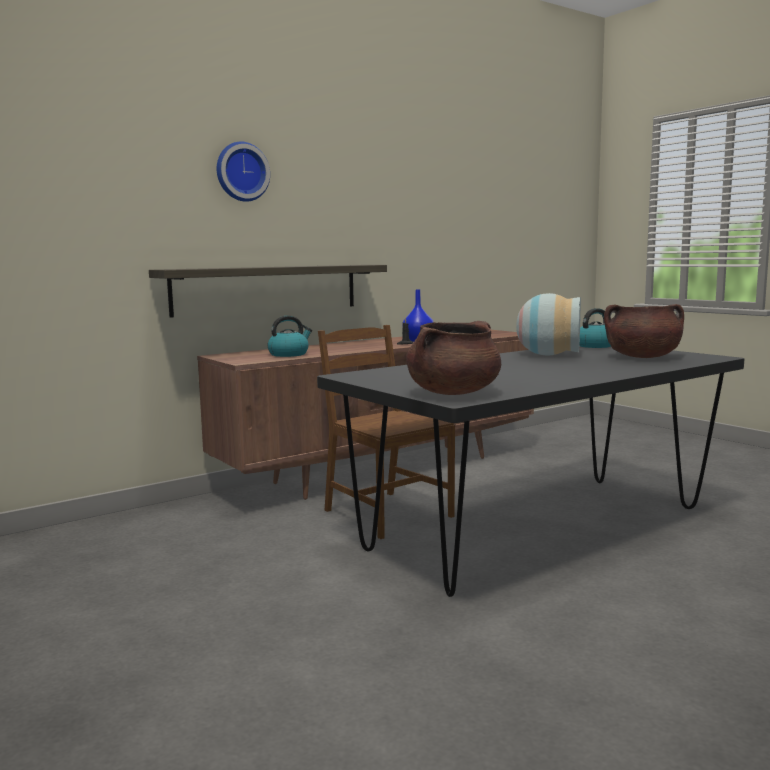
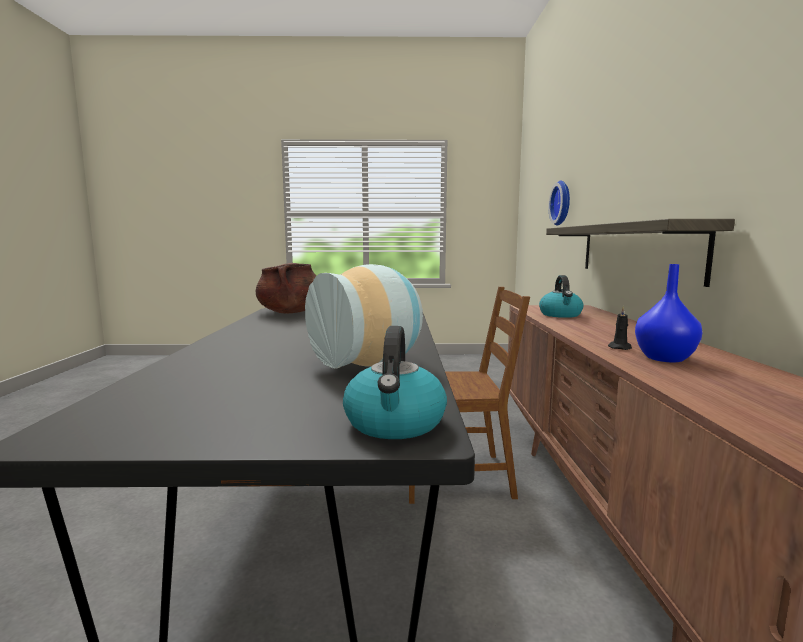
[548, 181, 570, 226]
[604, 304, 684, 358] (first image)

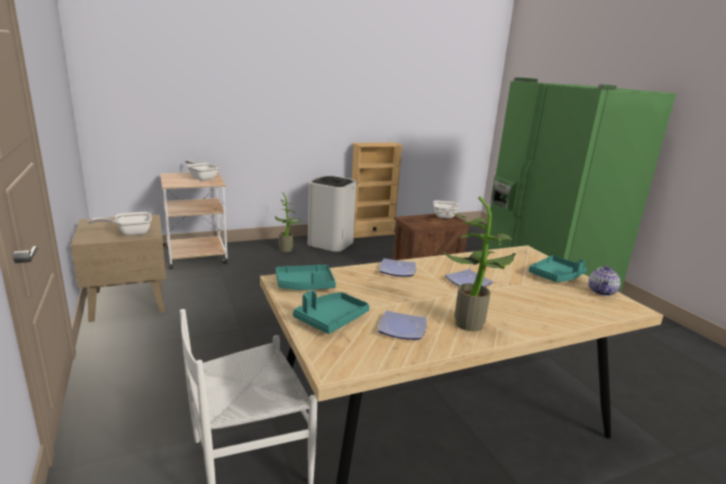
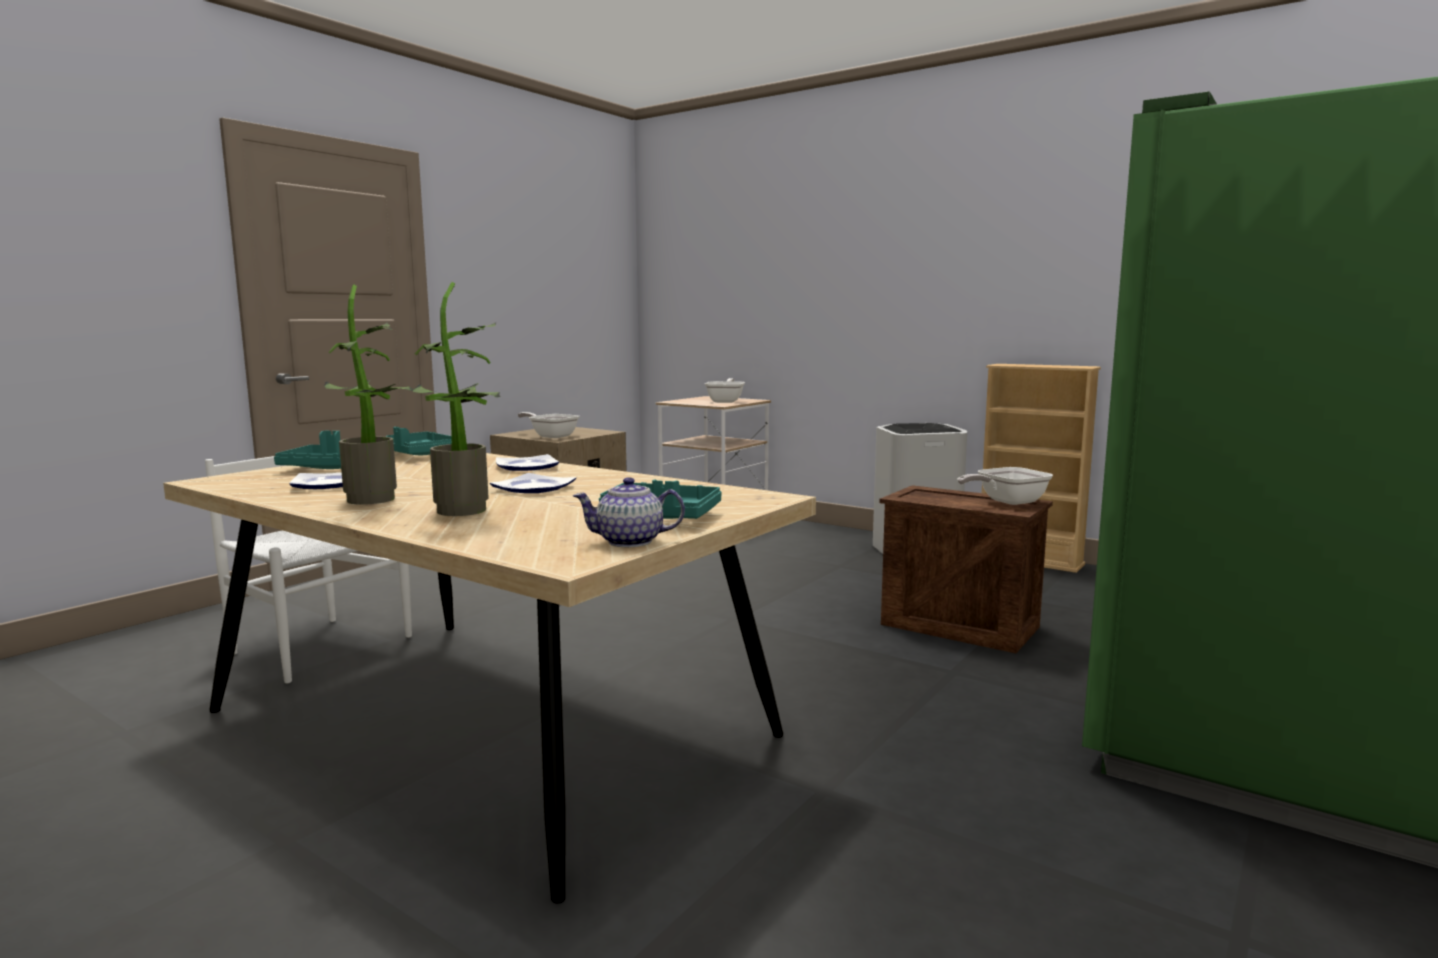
[413, 282, 501, 516]

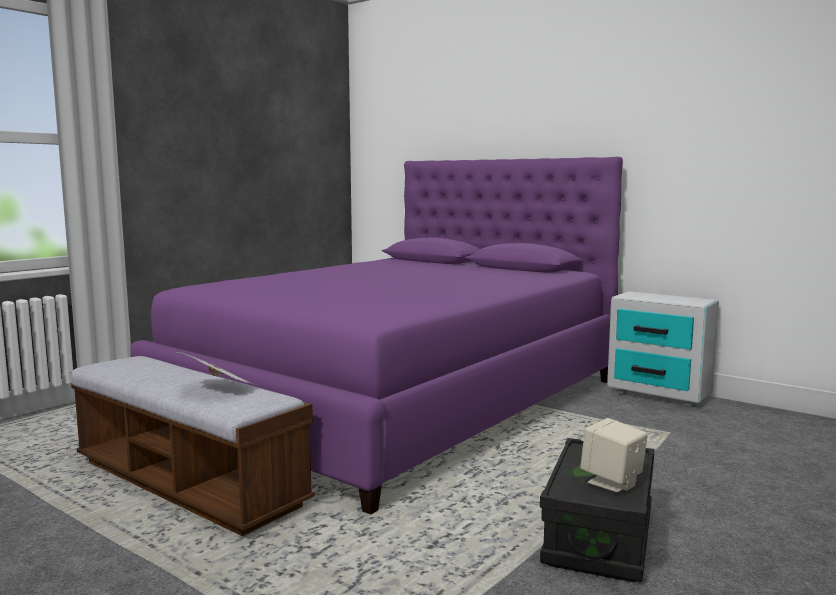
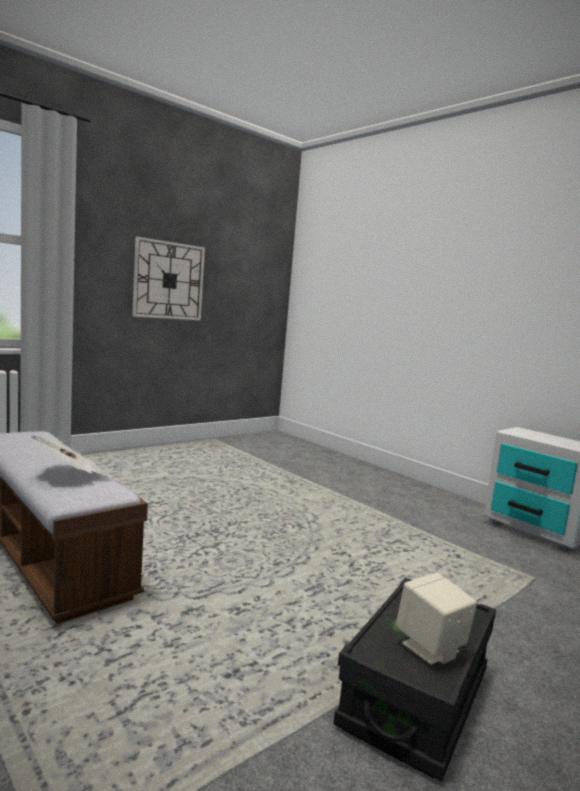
[130, 157, 623, 515] (first image)
[132, 236, 205, 320]

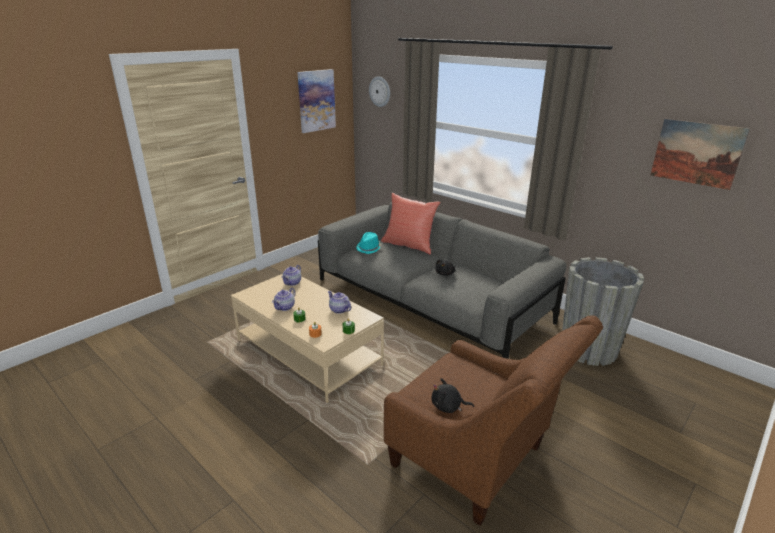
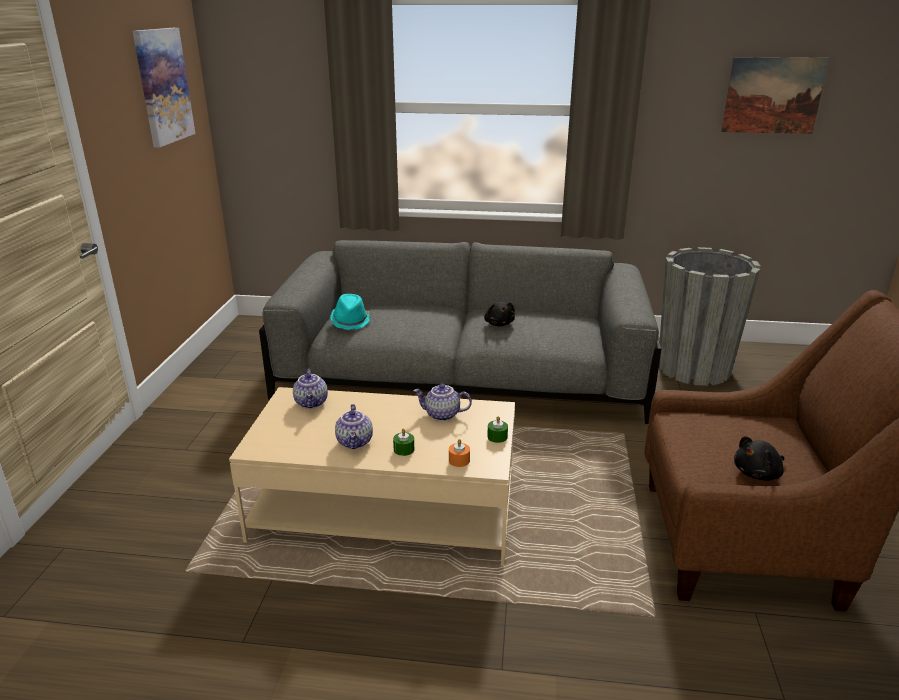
[369, 76, 390, 107] (first image)
[381, 193, 441, 254] (first image)

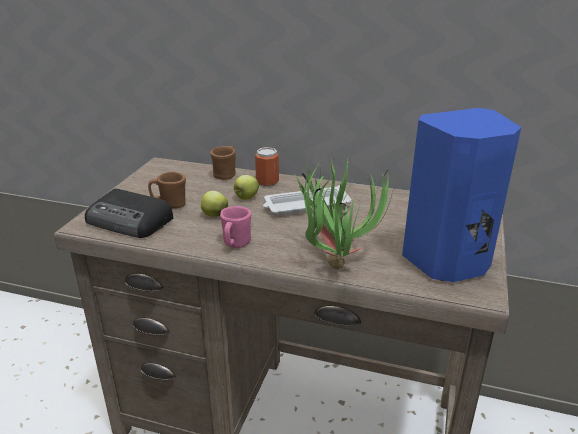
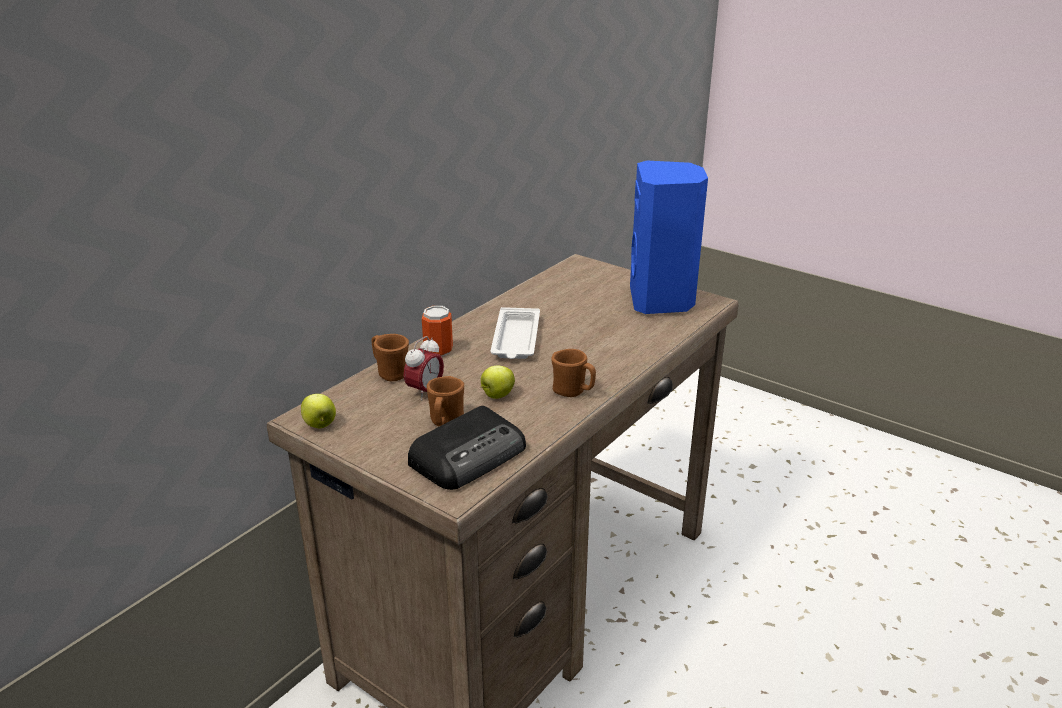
[551, 349, 596, 397]
[301, 394, 336, 428]
[294, 156, 396, 270] (first image)
[404, 336, 444, 401]

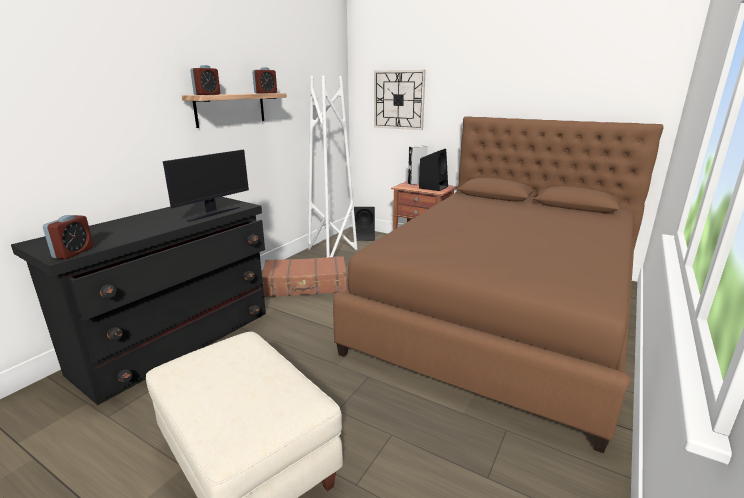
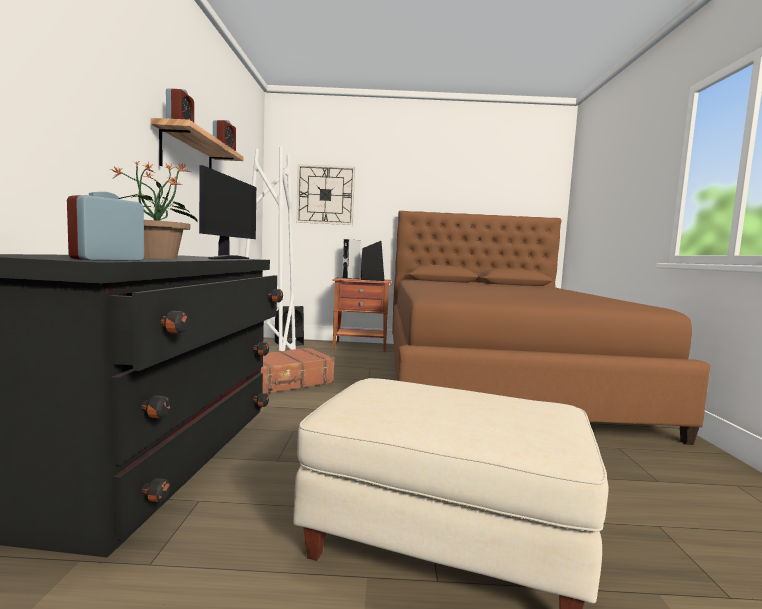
[67, 192, 144, 261]
[110, 162, 198, 259]

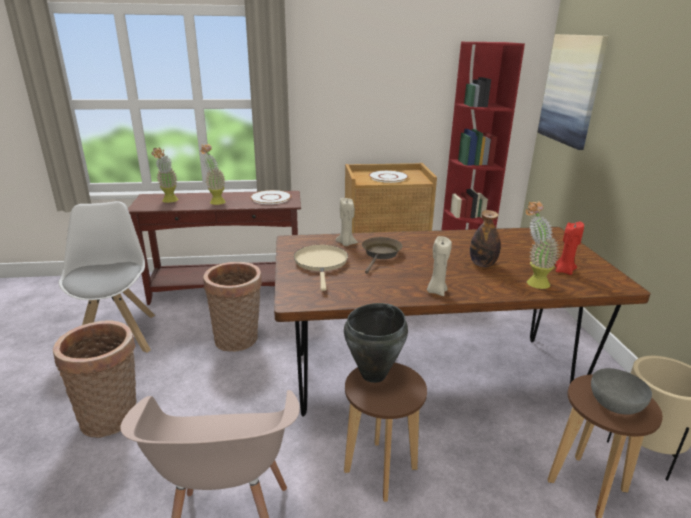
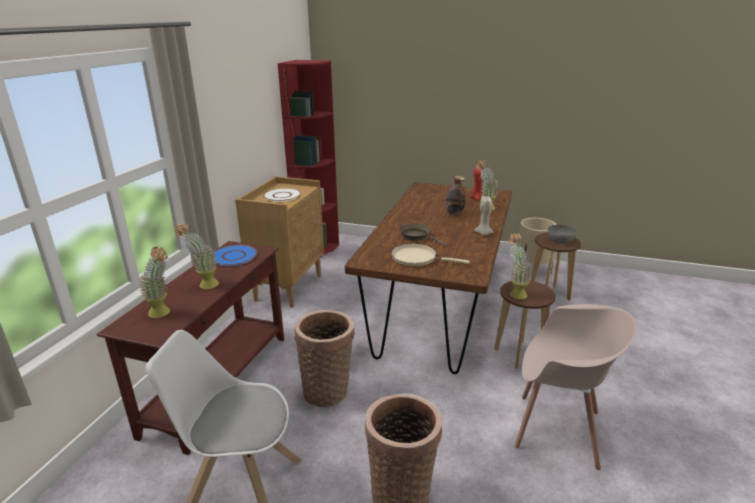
[213, 245, 257, 266]
[336, 198, 358, 246] (first image)
[508, 233, 532, 299]
[538, 34, 608, 150] (first image)

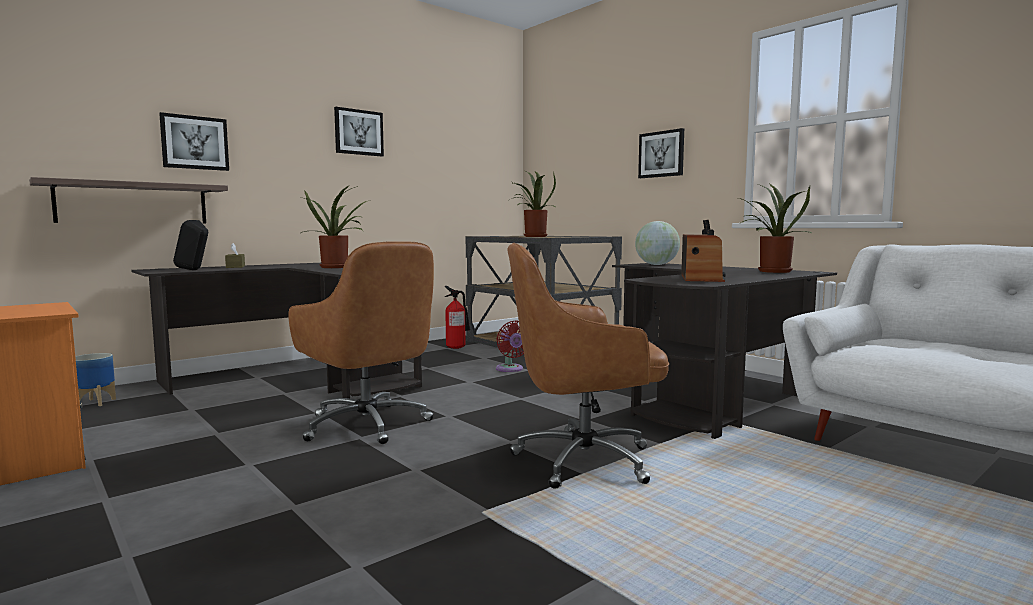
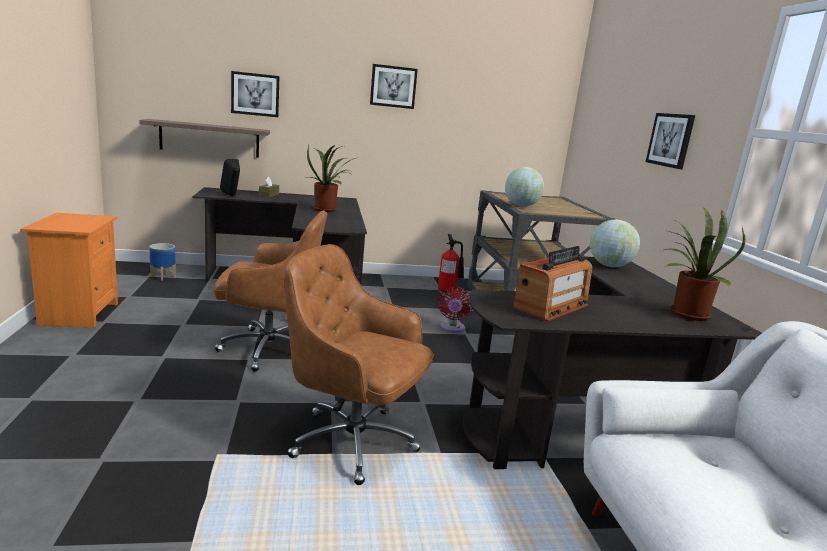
[213, 210, 327, 372]
[505, 167, 544, 207]

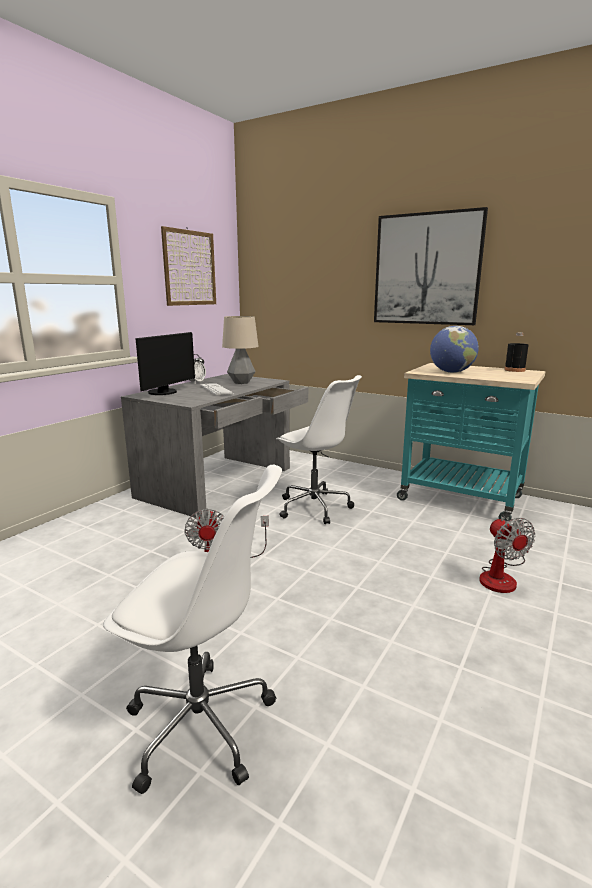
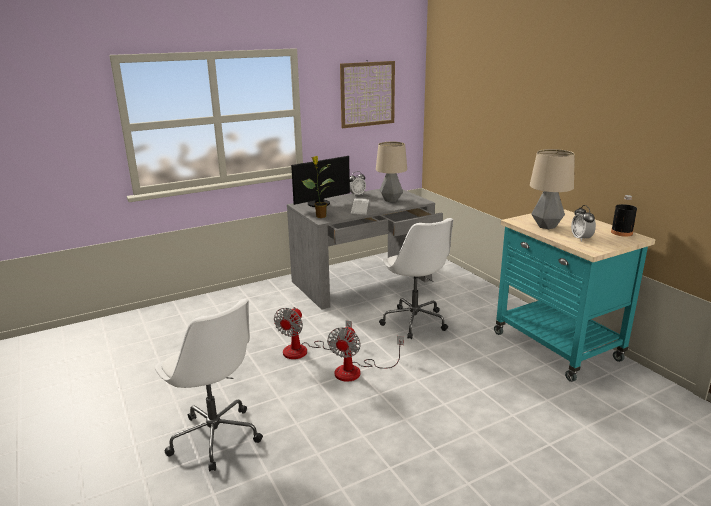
[374, 207, 488, 325] (first image)
[530, 149, 575, 229]
[327, 326, 404, 382]
[302, 156, 334, 218]
[571, 205, 596, 242]

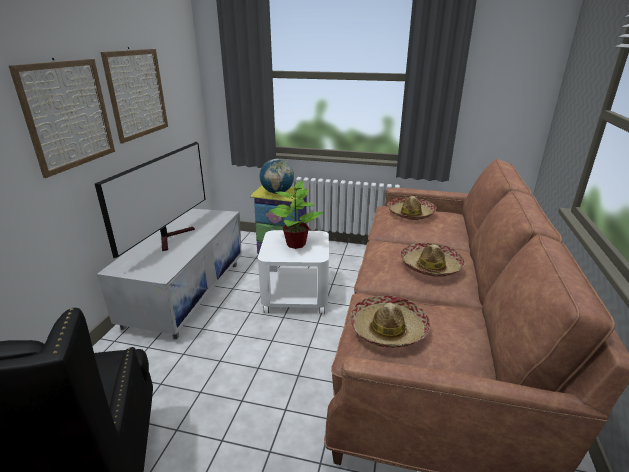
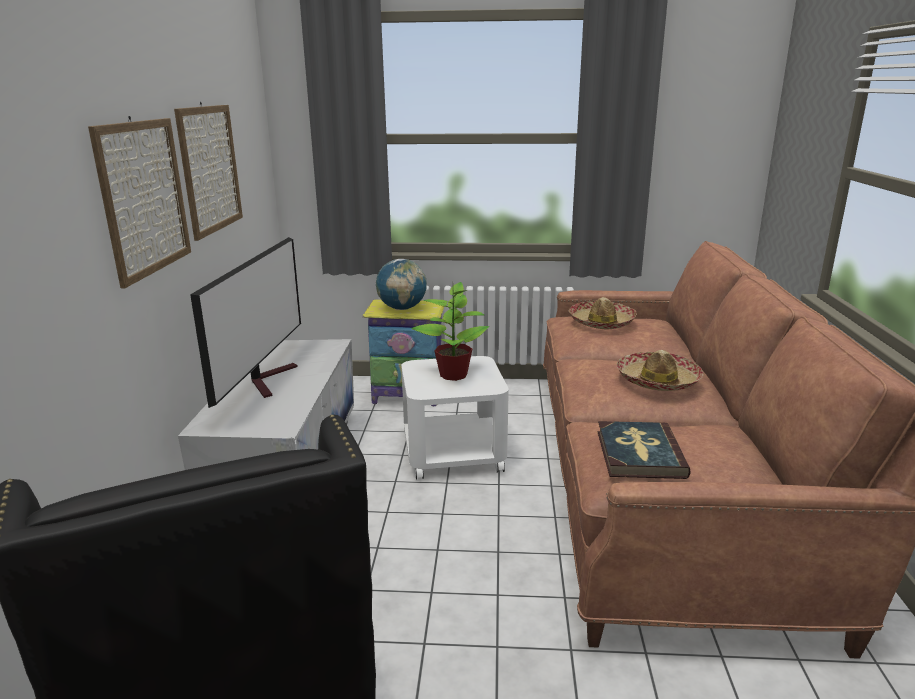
[598, 421, 691, 479]

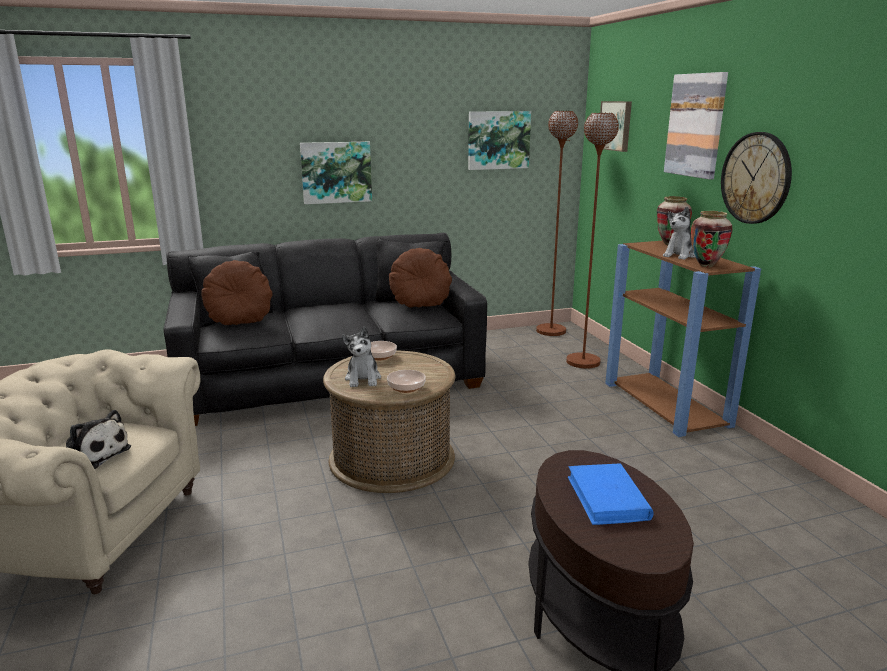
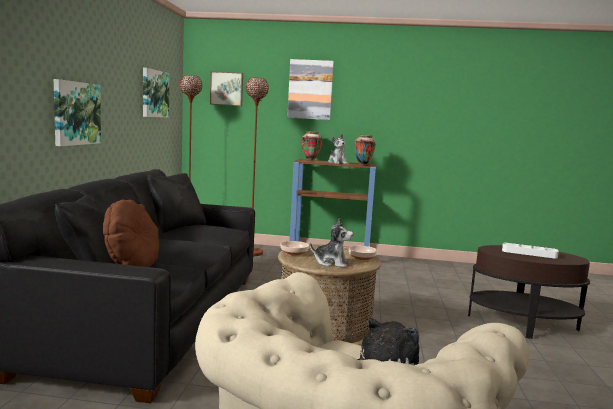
[389, 248, 452, 307] (first image)
[502, 243, 559, 259]
[721, 132, 792, 224] (first image)

